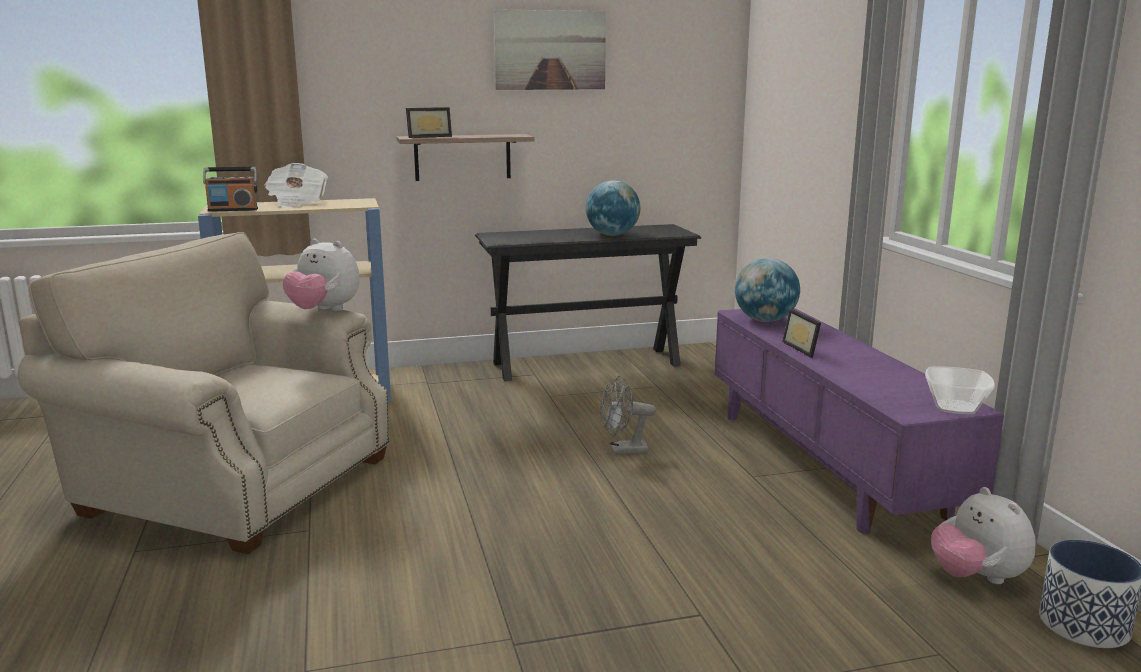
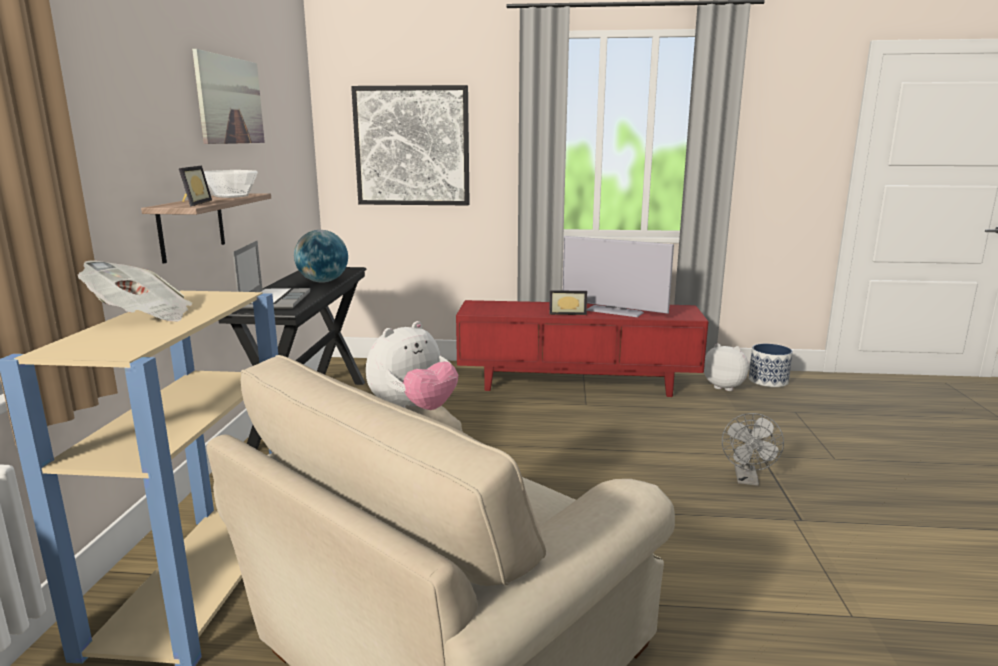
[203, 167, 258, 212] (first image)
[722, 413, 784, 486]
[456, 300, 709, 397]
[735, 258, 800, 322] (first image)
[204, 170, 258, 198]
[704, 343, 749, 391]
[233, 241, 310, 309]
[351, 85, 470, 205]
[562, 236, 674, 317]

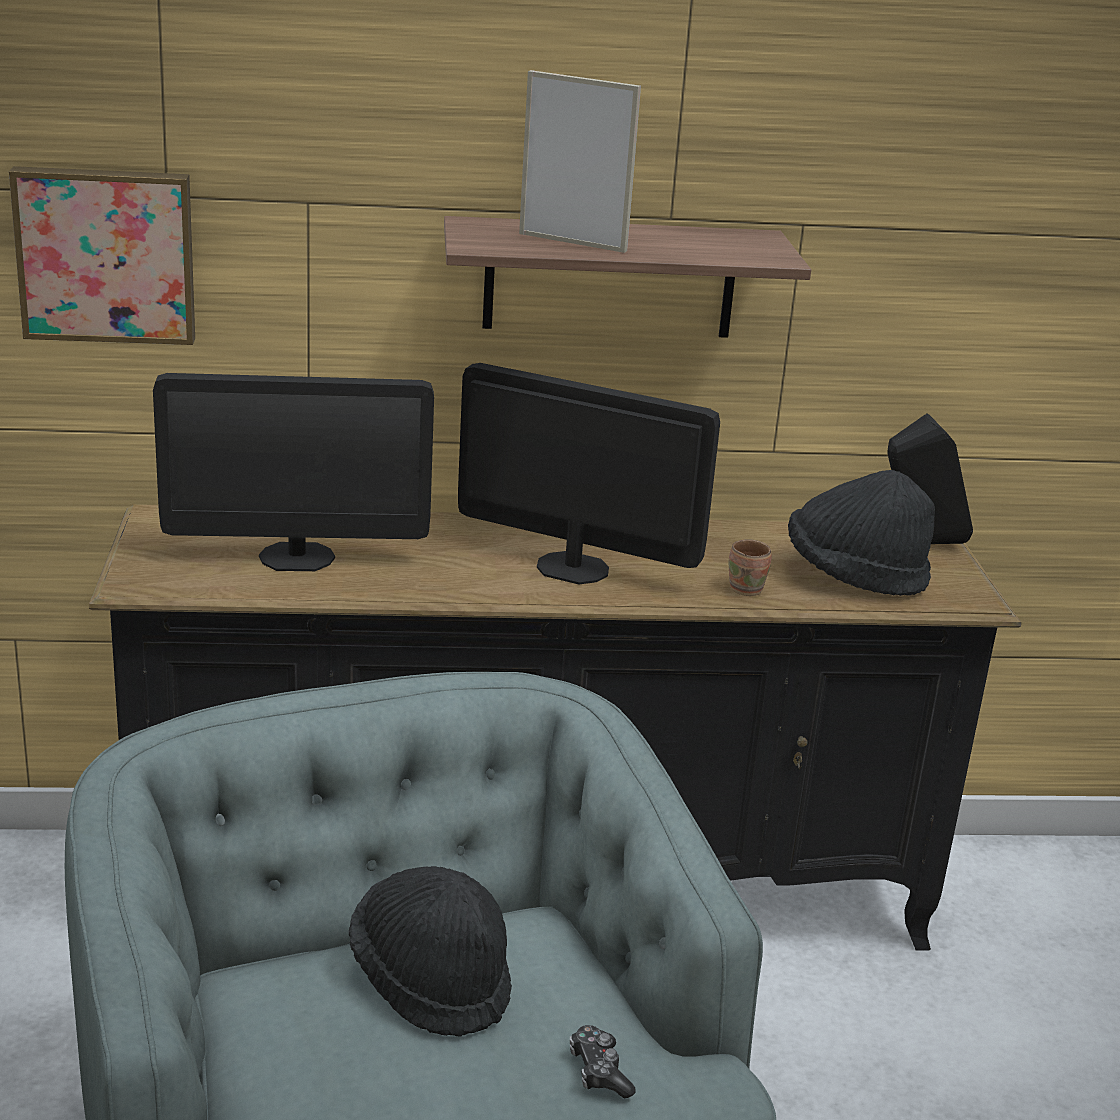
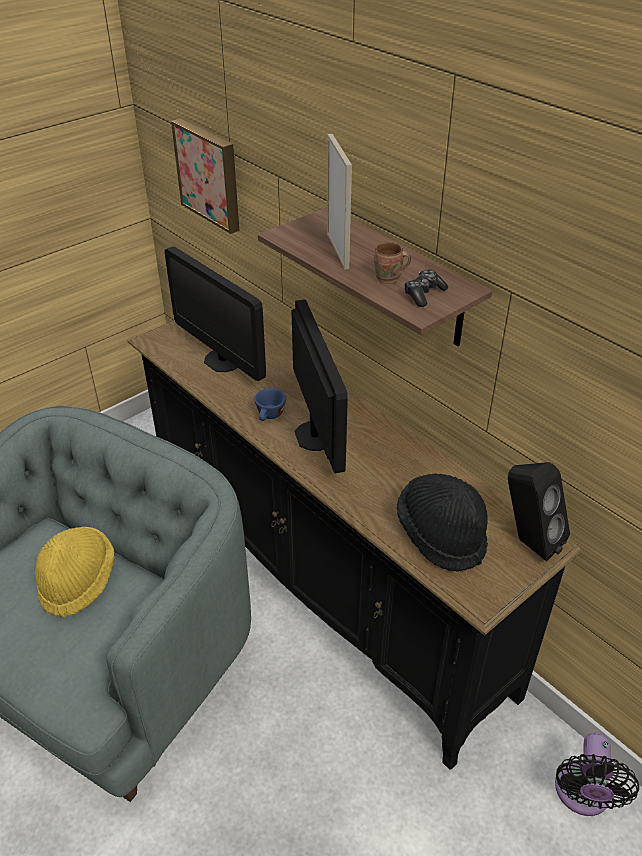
[35, 527, 114, 618]
[404, 270, 448, 307]
[374, 242, 411, 284]
[254, 388, 286, 421]
[555, 733, 639, 816]

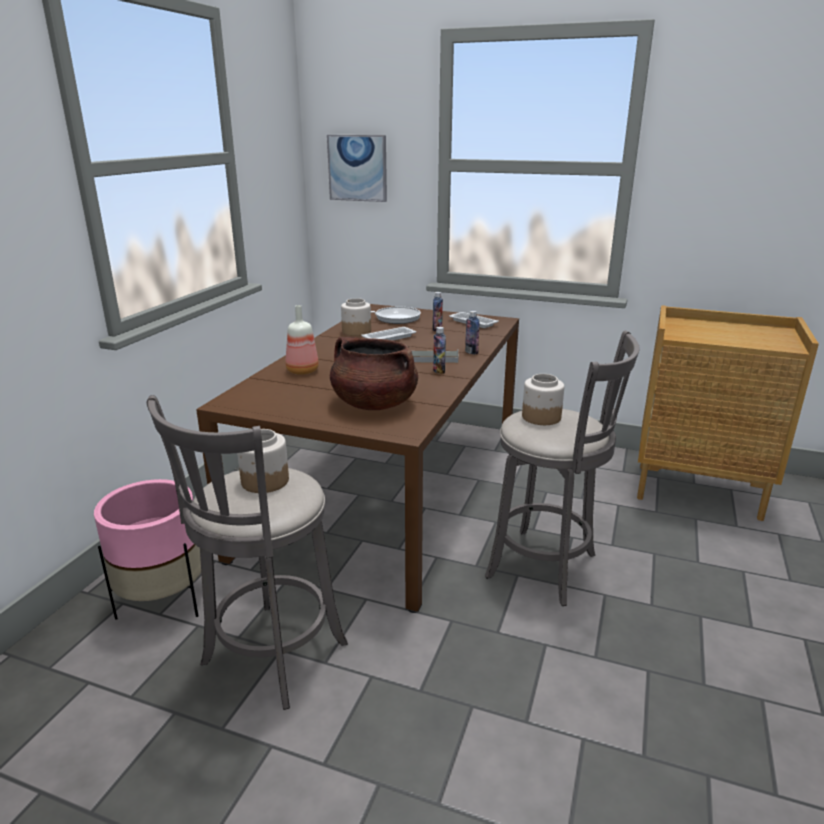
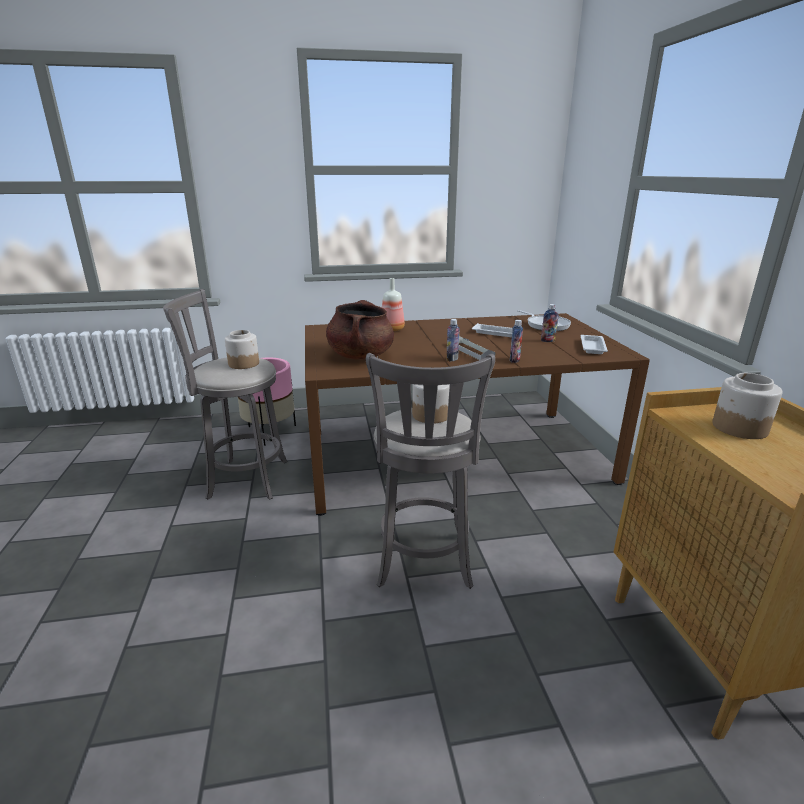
[327, 135, 387, 202] (first image)
[712, 373, 782, 439]

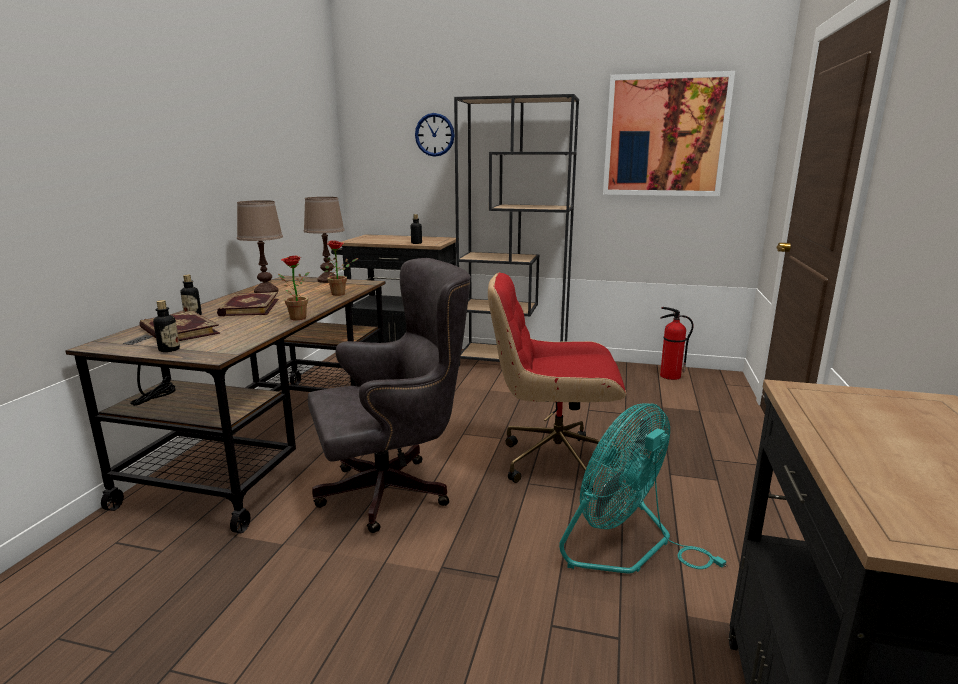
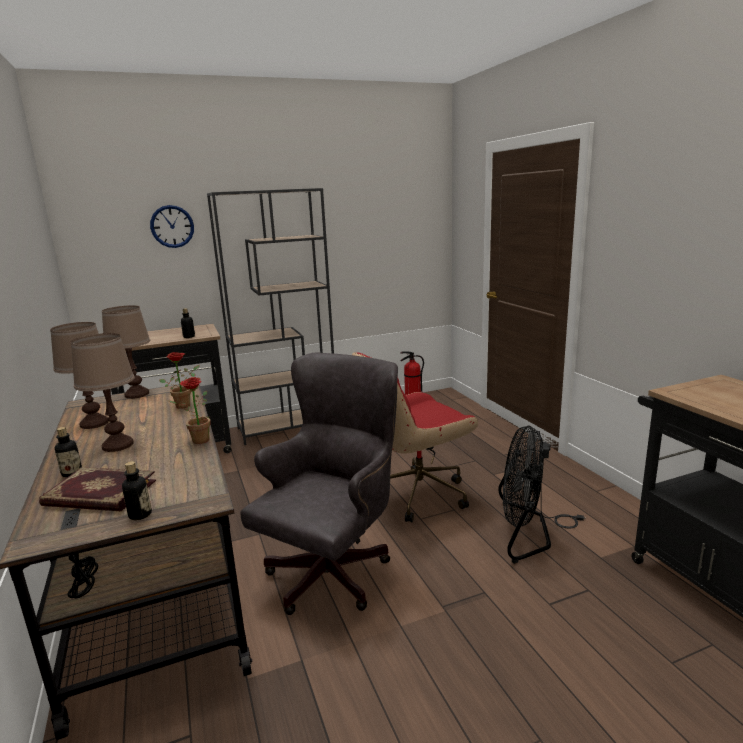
[71, 333, 135, 452]
[498, 426, 585, 564]
[603, 71, 735, 196] (first image)

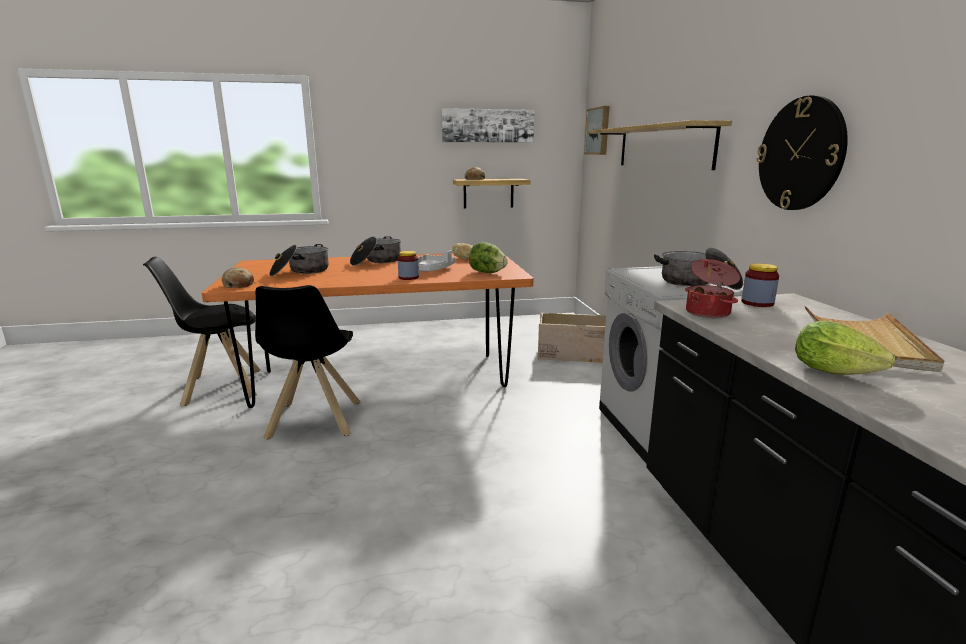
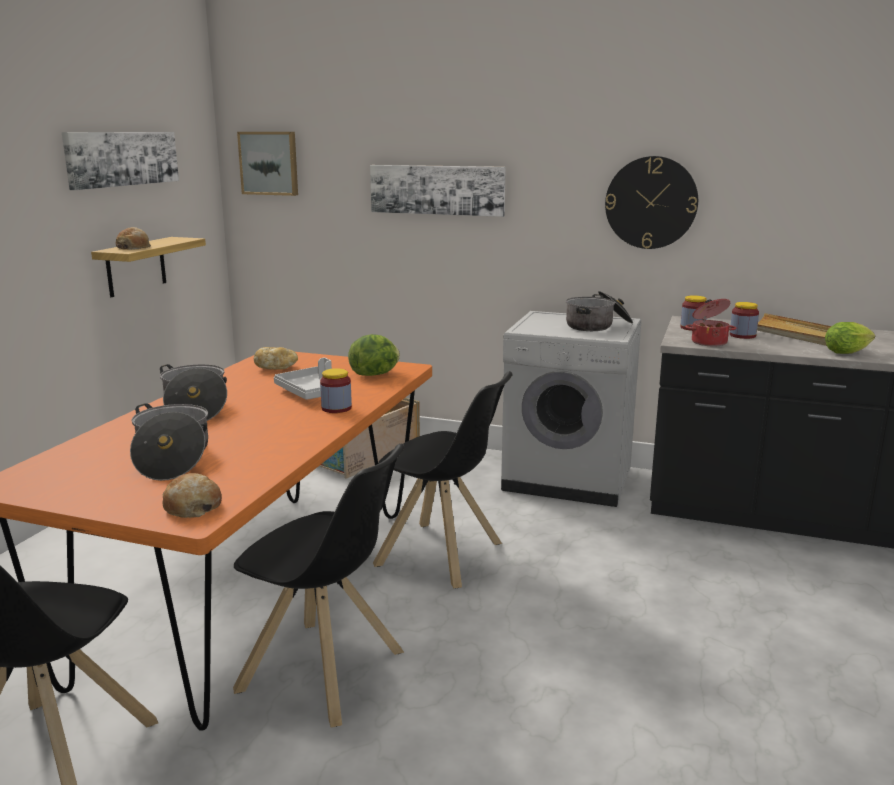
[370, 165, 506, 217]
[373, 371, 513, 588]
[730, 302, 759, 339]

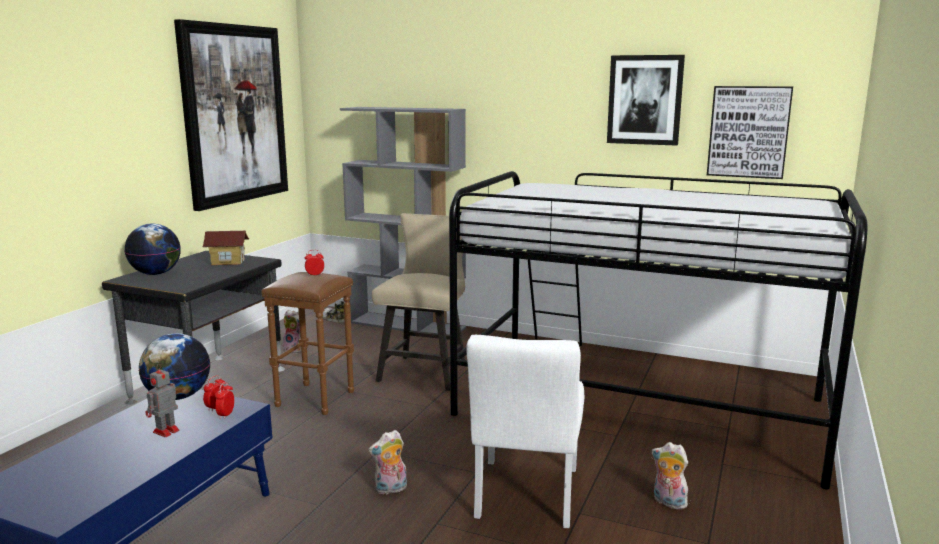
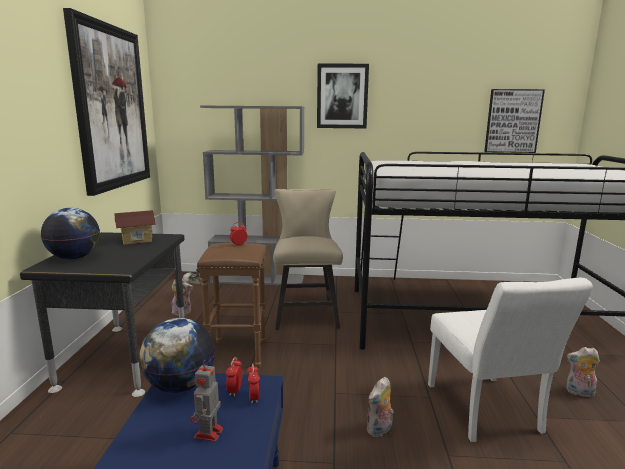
[317, 64, 369, 128]

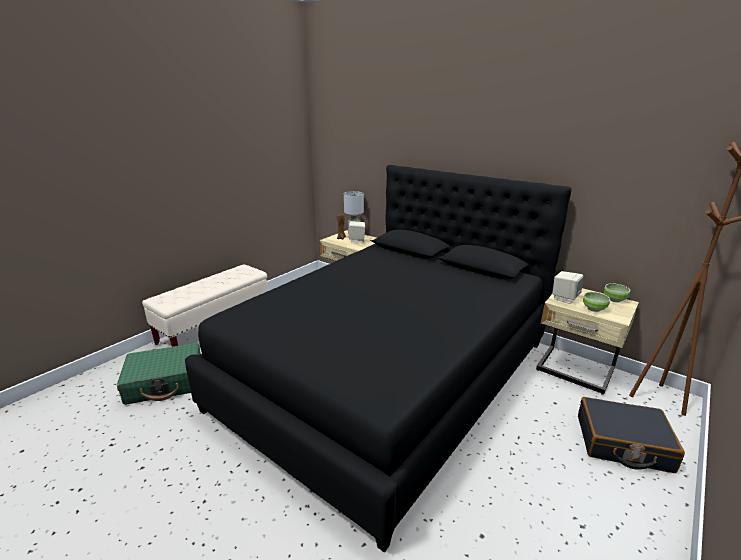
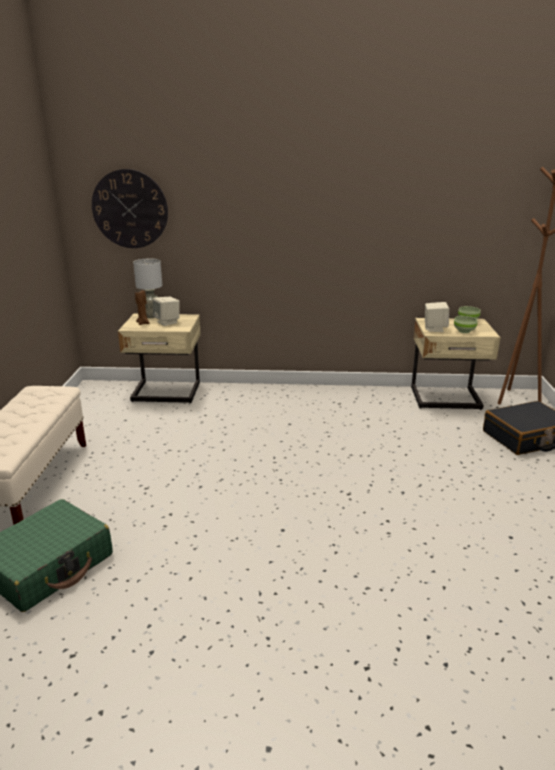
[185, 165, 572, 553] (first image)
[92, 169, 168, 248]

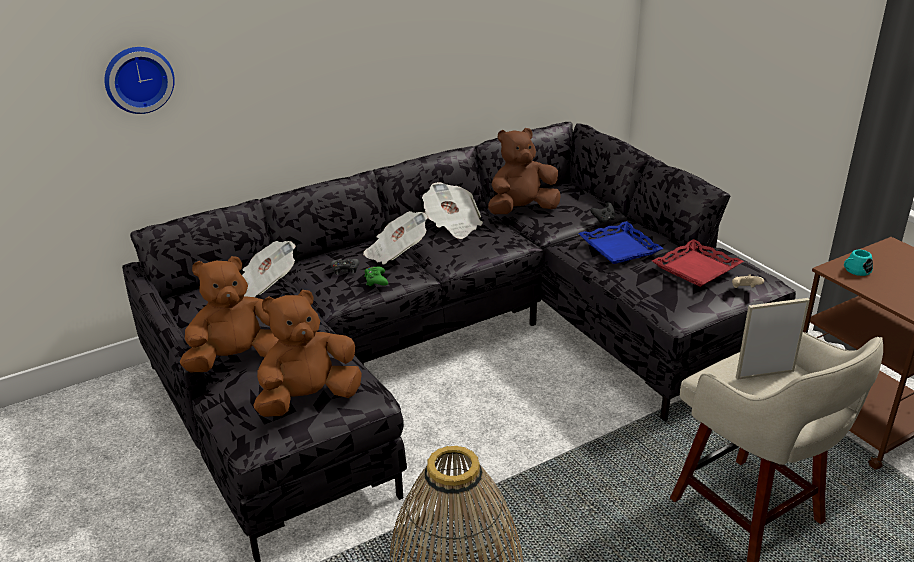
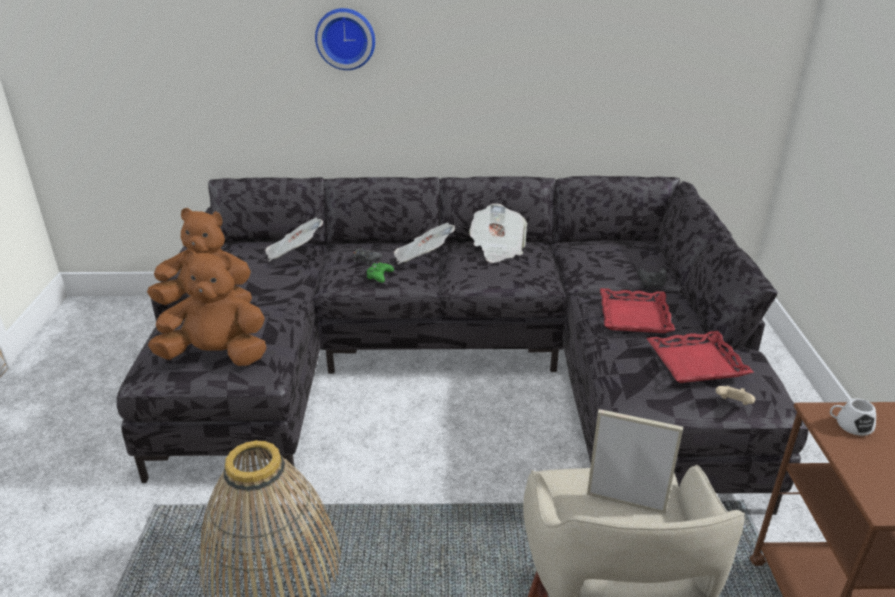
[315, 8, 375, 70]
[488, 128, 561, 214] (first image)
[600, 288, 675, 333]
[830, 398, 876, 436]

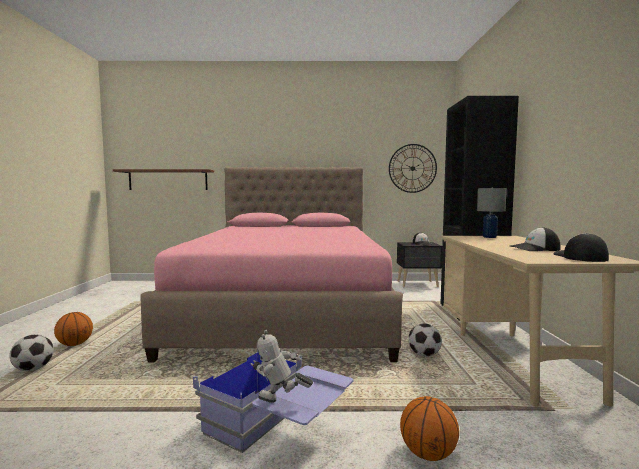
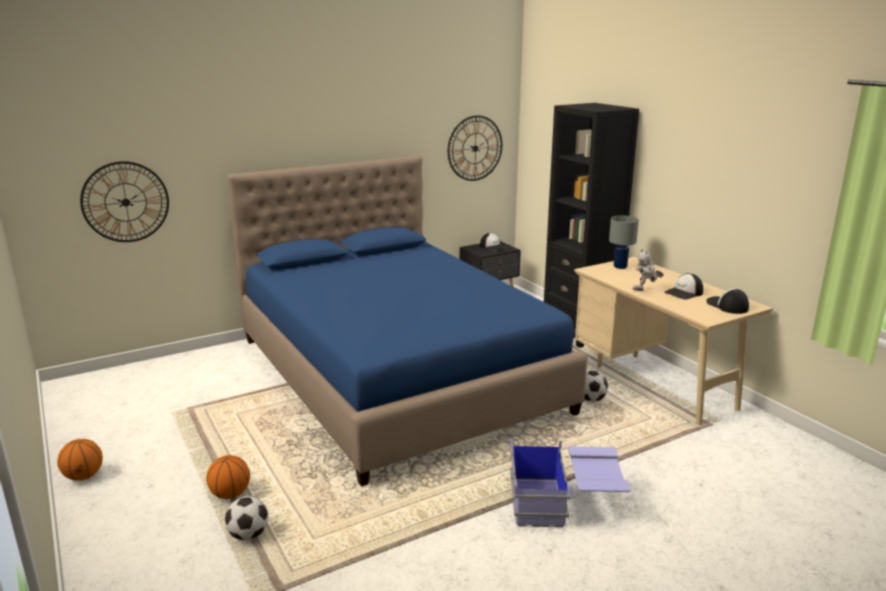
[80, 161, 169, 242]
[228, 156, 588, 486]
[633, 249, 664, 290]
[57, 439, 103, 481]

